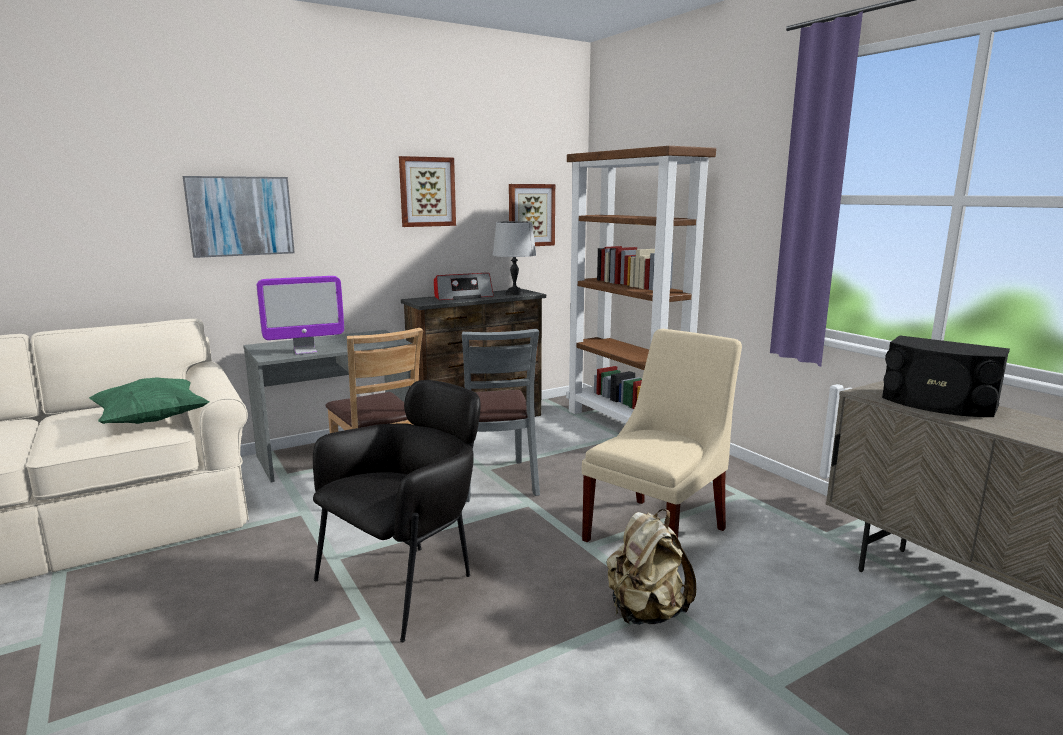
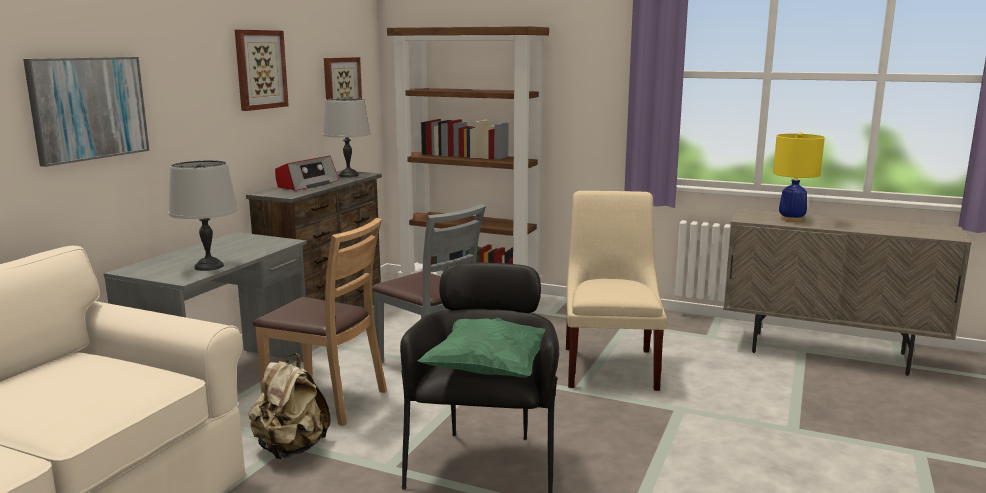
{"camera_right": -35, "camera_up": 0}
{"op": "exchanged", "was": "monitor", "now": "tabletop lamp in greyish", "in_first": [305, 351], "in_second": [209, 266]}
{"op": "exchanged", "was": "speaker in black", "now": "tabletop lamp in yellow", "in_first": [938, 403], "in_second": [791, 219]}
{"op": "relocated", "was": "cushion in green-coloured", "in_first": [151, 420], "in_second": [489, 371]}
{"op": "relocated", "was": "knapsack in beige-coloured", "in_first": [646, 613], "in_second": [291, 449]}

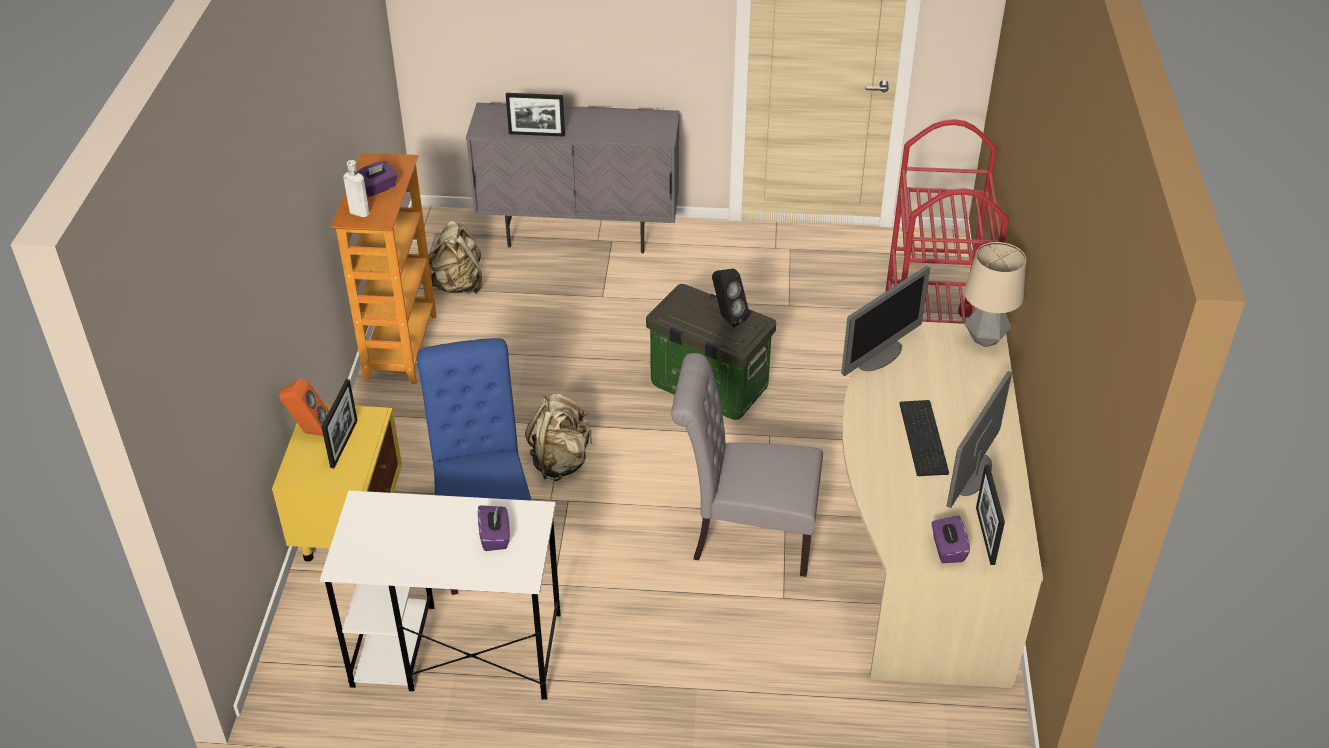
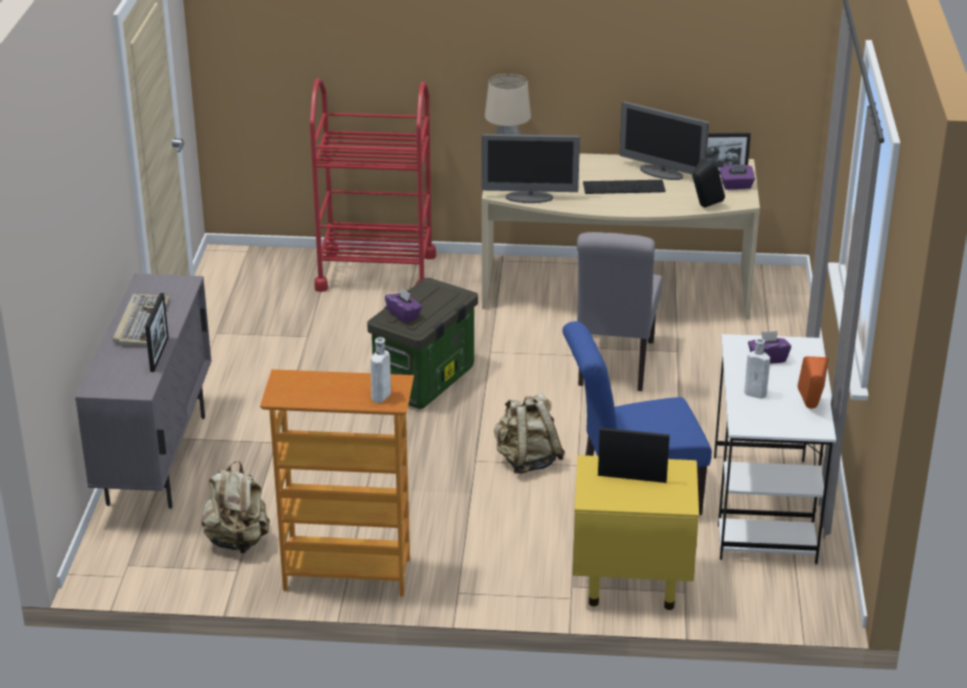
{"camera_right": -90, "camera_up": -10}
{"op": "relocated", "was": "box of tissues in purplish", "in_first": [378, 188], "in_second": [404, 315]}
{"op": "spun", "was": "monitor", "in_first": [880, 356], "in_second": [529, 198], "clockwise": 135}
{"op": "relocated", "was": "speaker in black", "in_first": [727, 318], "in_second": [704, 207]}
{"op": "relocated", "was": "speaker in orange-coloured", "in_first": [310, 432], "in_second": [810, 407]}
{"op": "appeared", "now": "keyboard", "in_second": [141, 322]}
{"op": "appeared", "now": "bottle in white-coloured", "in_second": [757, 394]}

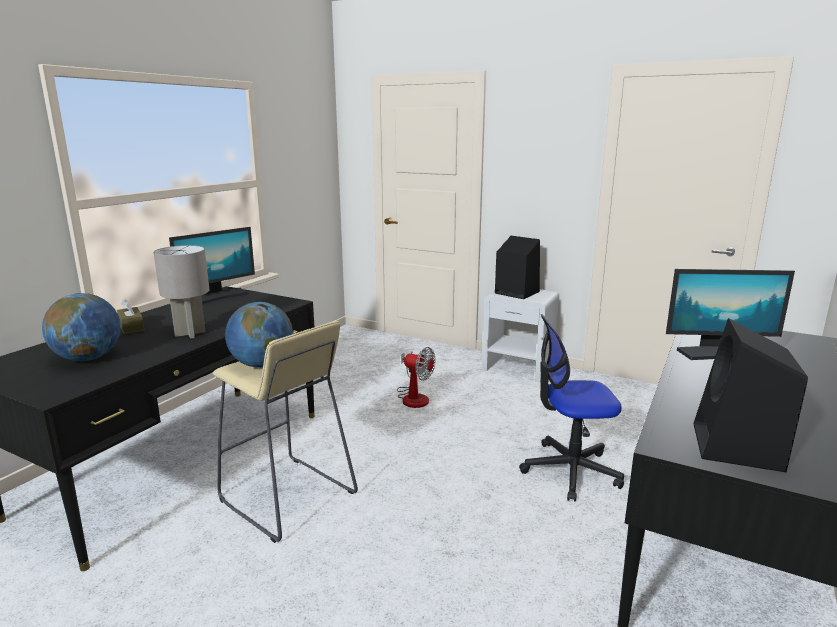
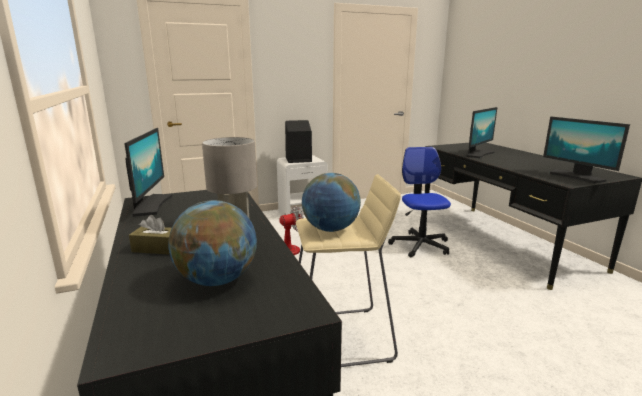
{"camera_right": -50, "camera_up": 0}
{"op": "spun", "was": "office chair", "in_first": [570, 470], "in_second": [420, 245], "clockwise": 135}
{"op": "exchanged", "was": "speaker in black", "now": "monitor", "in_first": [738, 448], "in_second": [576, 176]}

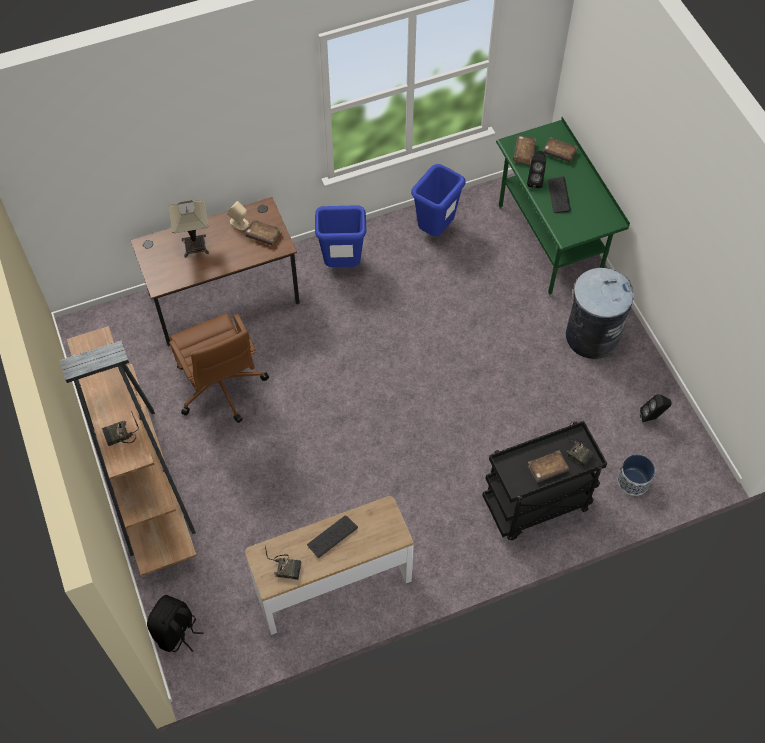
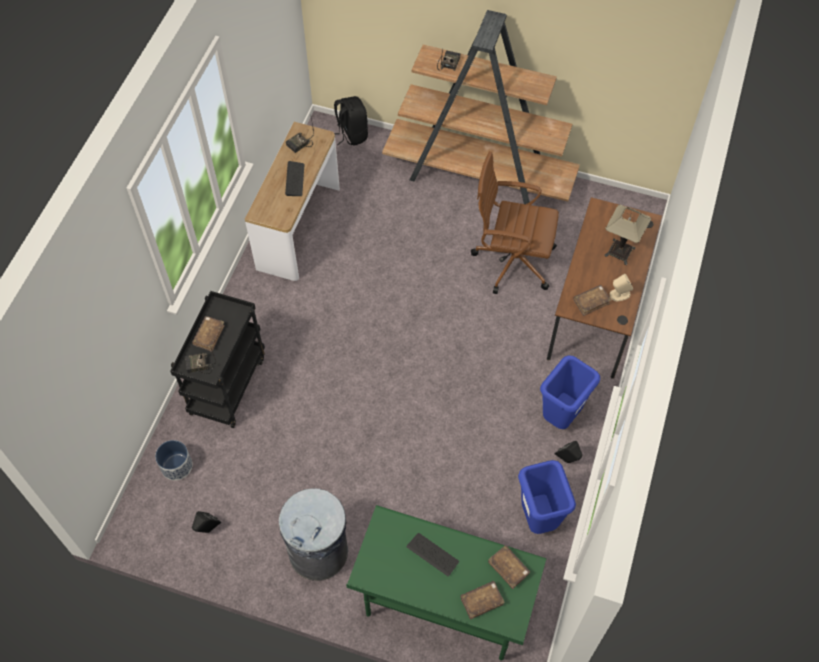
{"camera_right": 130, "camera_up": 0}
{"op": "relocated", "was": "speaker in black", "in_first": [535, 180], "in_second": [567, 460]}

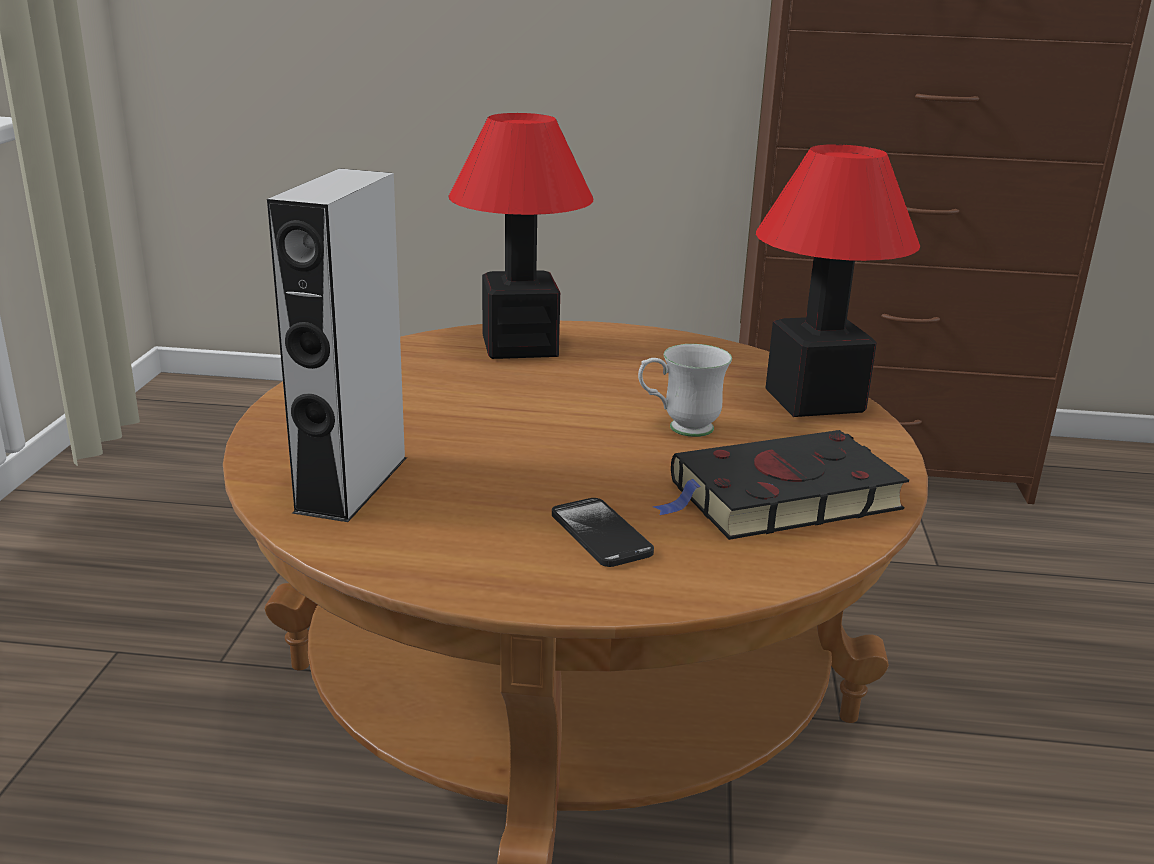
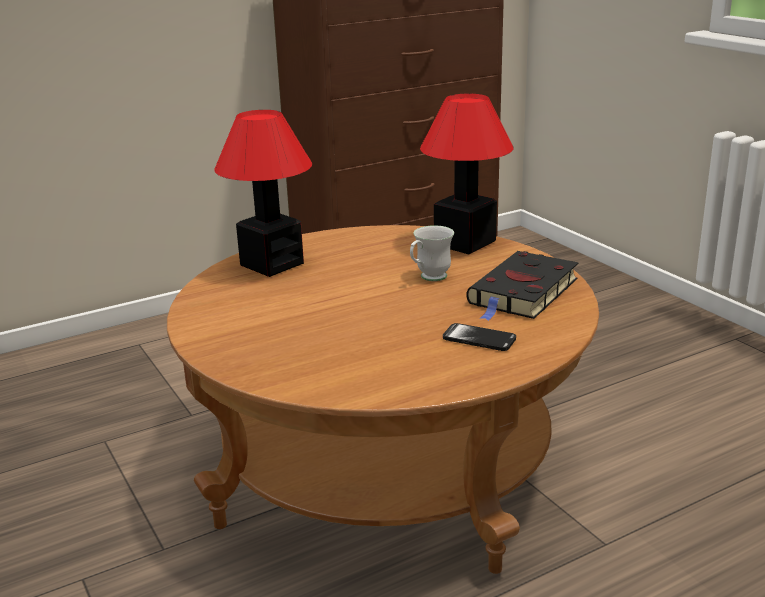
{"camera_right": -35, "camera_up": 0}
{"op": "missing", "was": "speaker in greyish", "in_first": [352, 484]}

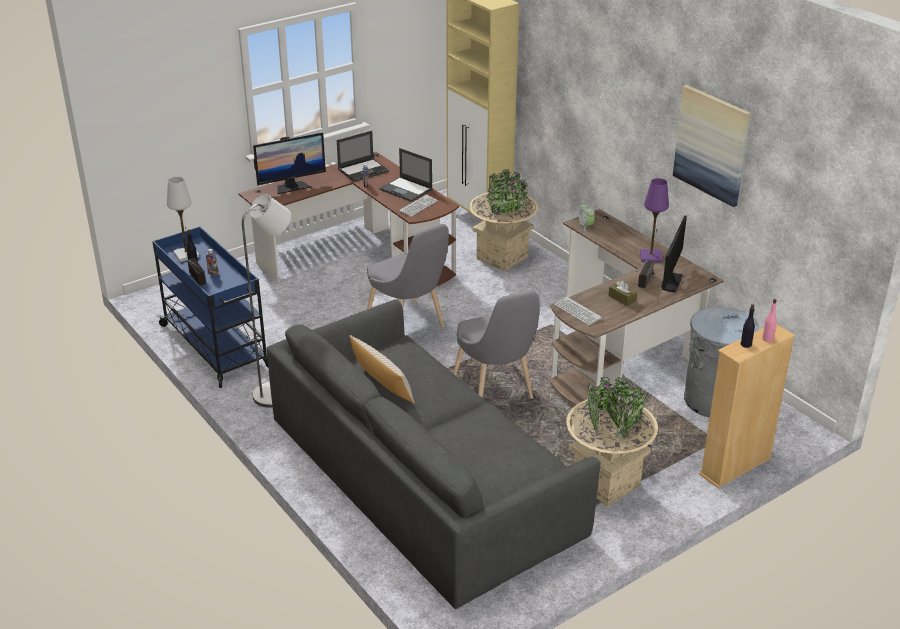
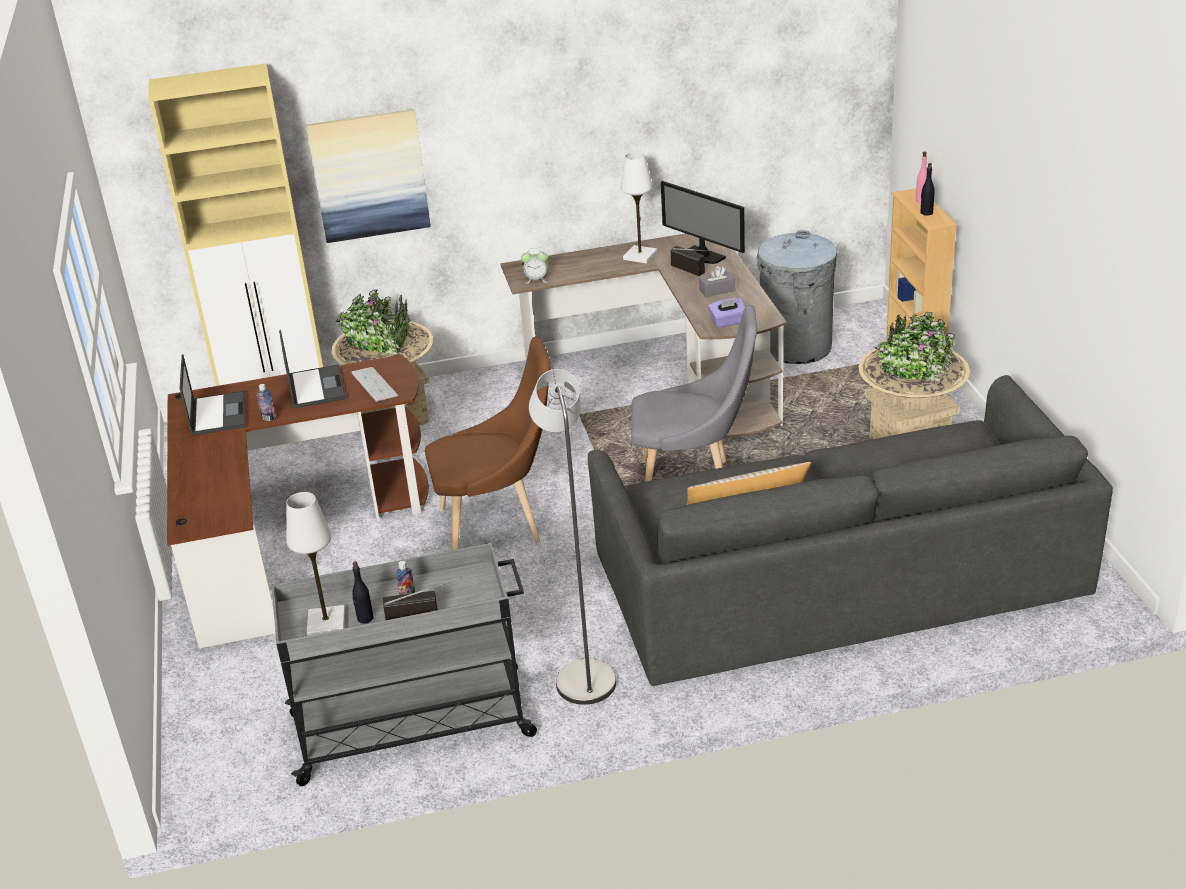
{"camera_right": -65, "camera_up": 0}
{"op": "relocated", "was": "picture", "in_first": [712, 145], "in_second": [369, 175]}
{"op": "missing", "was": "monitor", "in_first": [291, 187]}
{"op": "spun", "was": "portable computer", "in_first": [406, 189], "in_second": [316, 387], "clockwise": -75}
{"op": "colour", "was": "tabletop lamp in purplish", "now": "tabletop lamp in white-coloured", "in_first": [651, 257], "in_second": [640, 256]}
{"op": "colour", "was": "upright chair in greyish", "now": "upright chair in brown", "in_first": [408, 325], "in_second": [498, 526]}
{"op": "colour", "was": "wheeled cart in bluish", "now": "wheeled cart in greyish", "in_first": [216, 347], "in_second": [415, 726]}
{"op": "colour", "was": "box of tissues in brown", "now": "box of tissues in greyish", "in_first": [622, 298], "in_second": [717, 290]}
{"op": "exchanged", "was": "keyboard", "now": "box of tissues in purplish", "in_first": [577, 312], "in_second": [728, 322]}

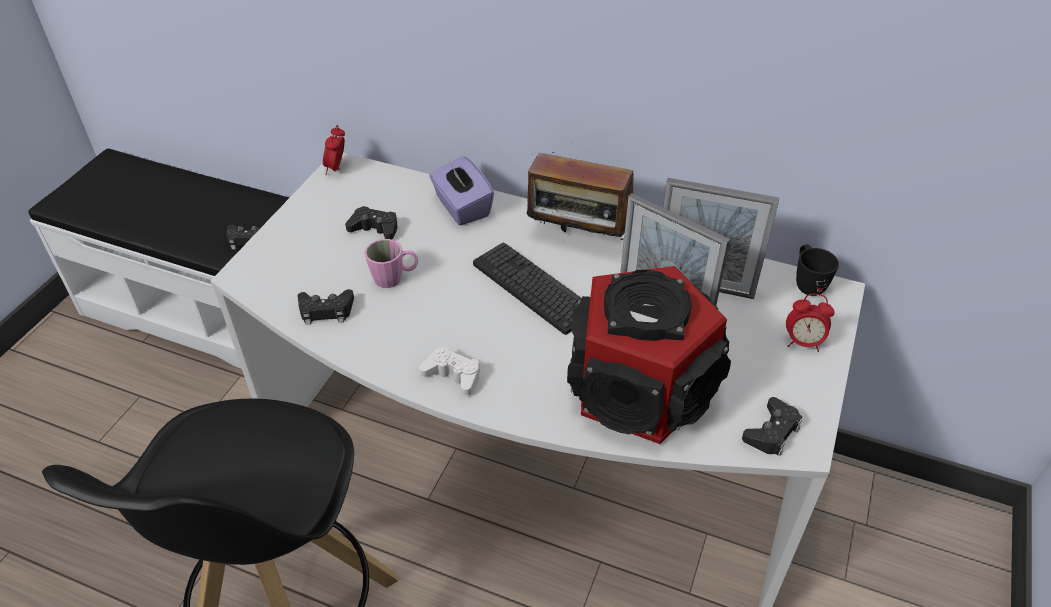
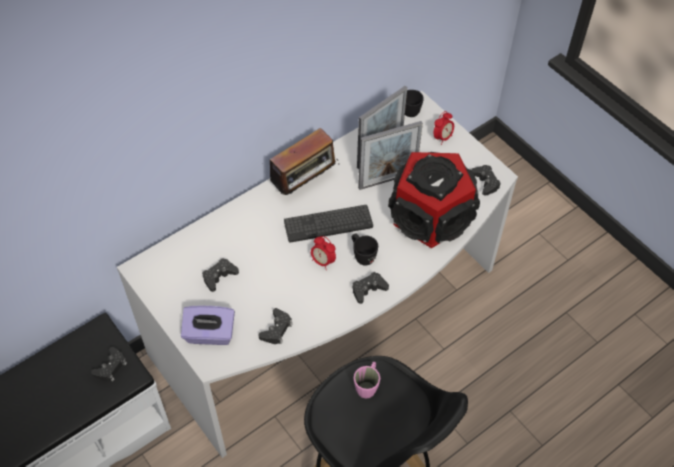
{"camera_right": -60, "camera_up": 10}
{"op": "relocated", "was": "alarm clock", "in_first": [337, 168], "in_second": [323, 261]}
{"op": "relocated", "was": "box of tissues in purplish", "in_first": [462, 207], "in_second": [210, 334]}
{"op": "relocated", "was": "mug in pink-coloured", "in_first": [394, 278], "in_second": [367, 385]}
{"op": "colour", "was": "gamepad in white-coloured", "now": "gamepad in black", "in_first": [453, 375], "in_second": [368, 289]}
{"op": "appeared", "now": "mug in black", "in_second": [362, 256]}

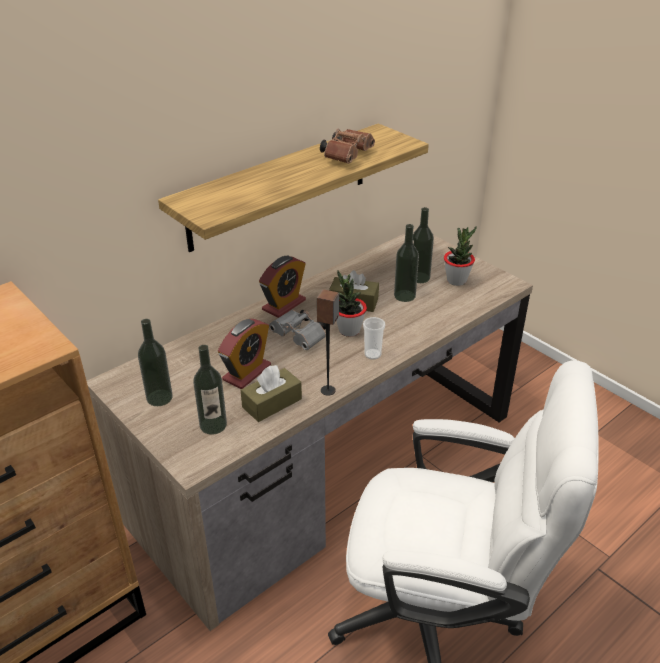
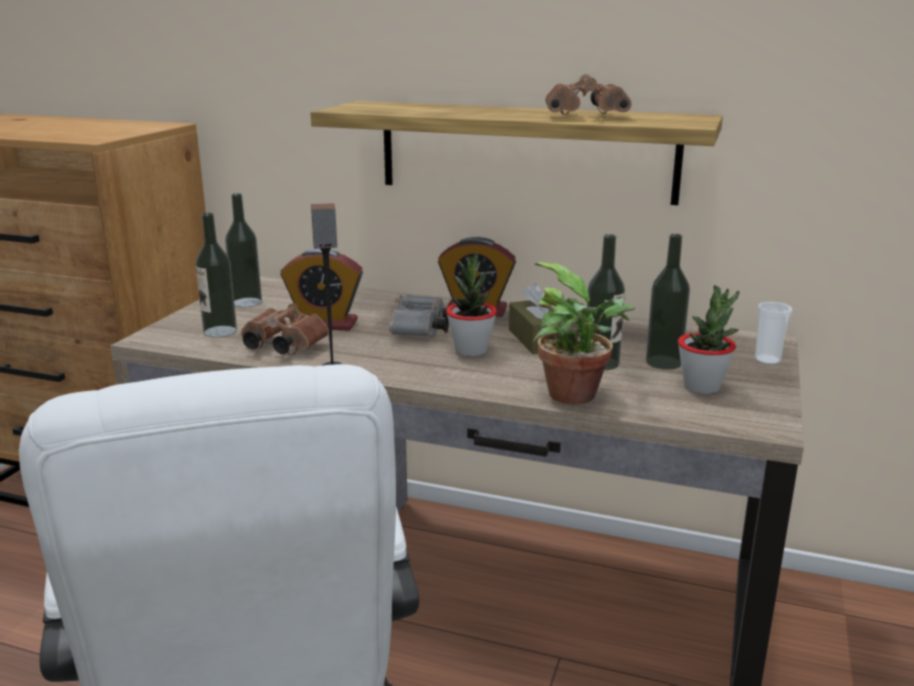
{"camera_right": 60, "camera_up": -15}
{"op": "relocated", "was": "cup", "in_first": [372, 354], "in_second": [767, 360]}
{"op": "exchanged", "was": "box of tissues in brown", "now": "binoculars in brown", "in_first": [272, 403], "in_second": [281, 346]}
{"op": "appeared", "now": "potted plant", "in_second": [578, 396]}

